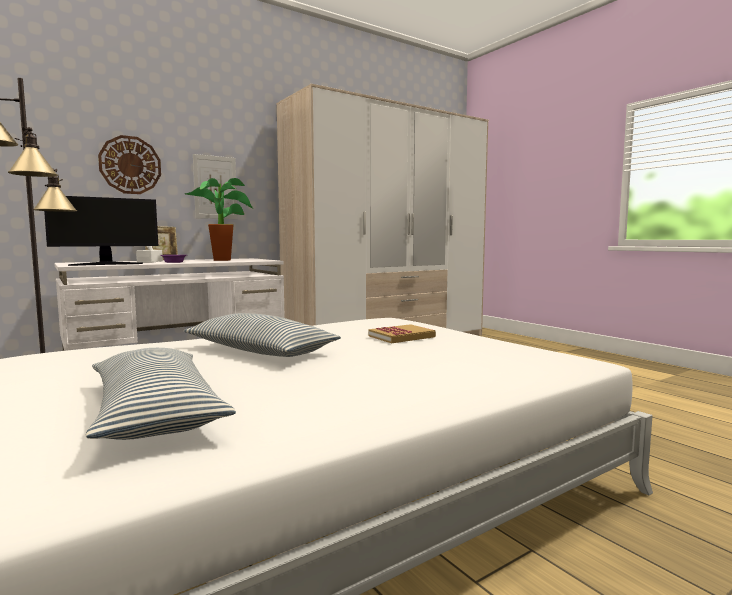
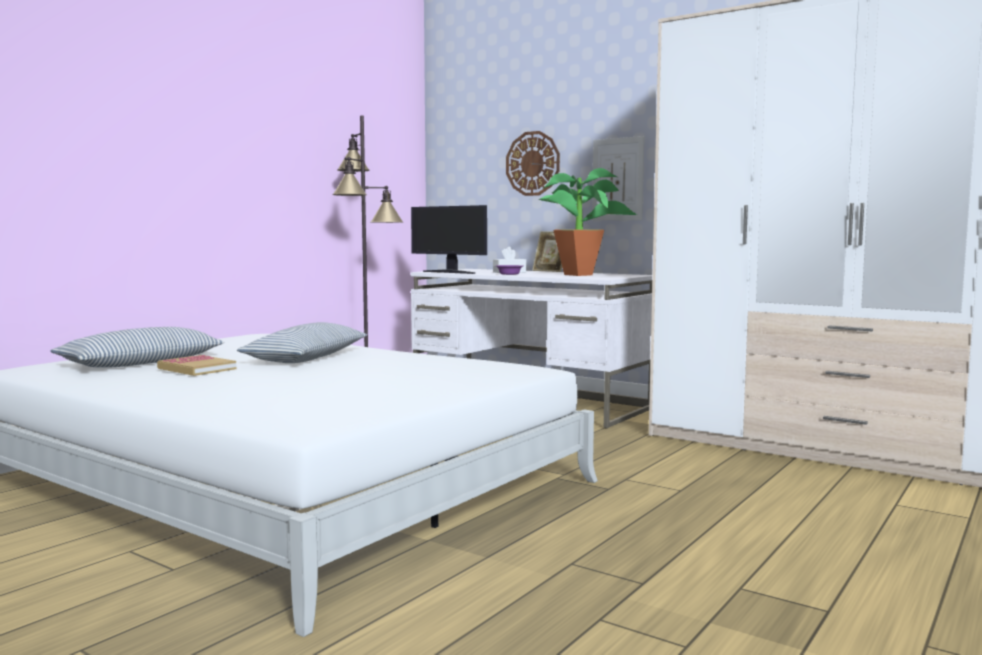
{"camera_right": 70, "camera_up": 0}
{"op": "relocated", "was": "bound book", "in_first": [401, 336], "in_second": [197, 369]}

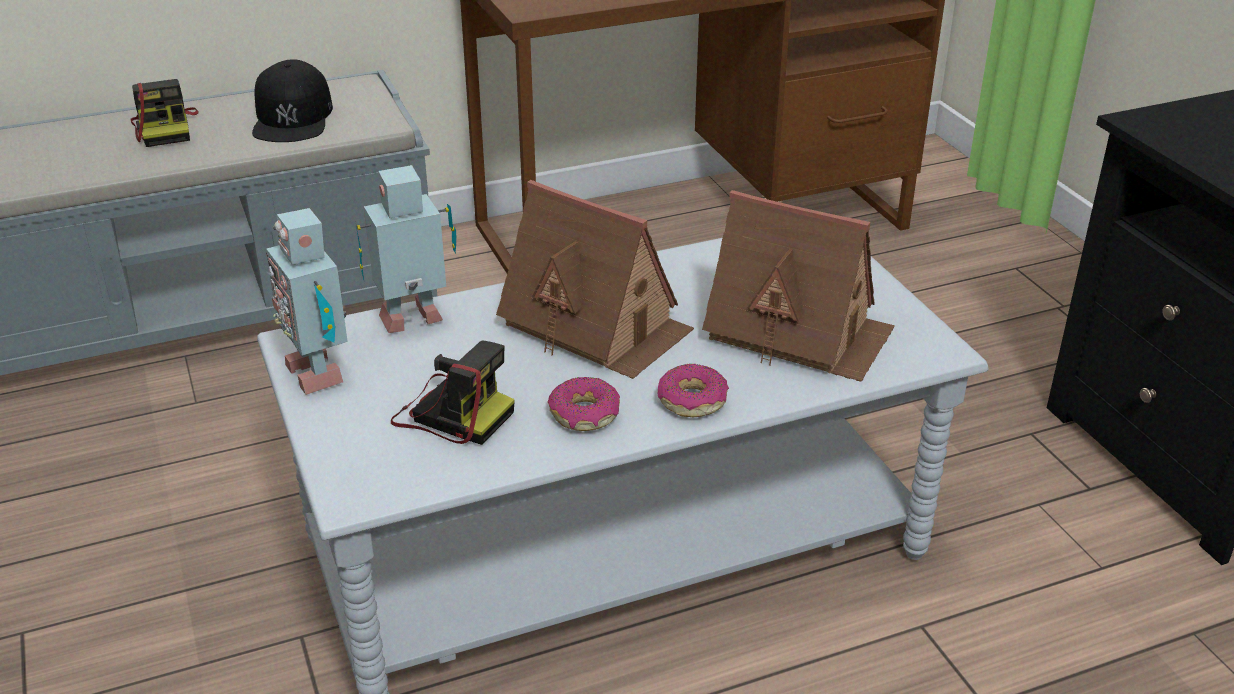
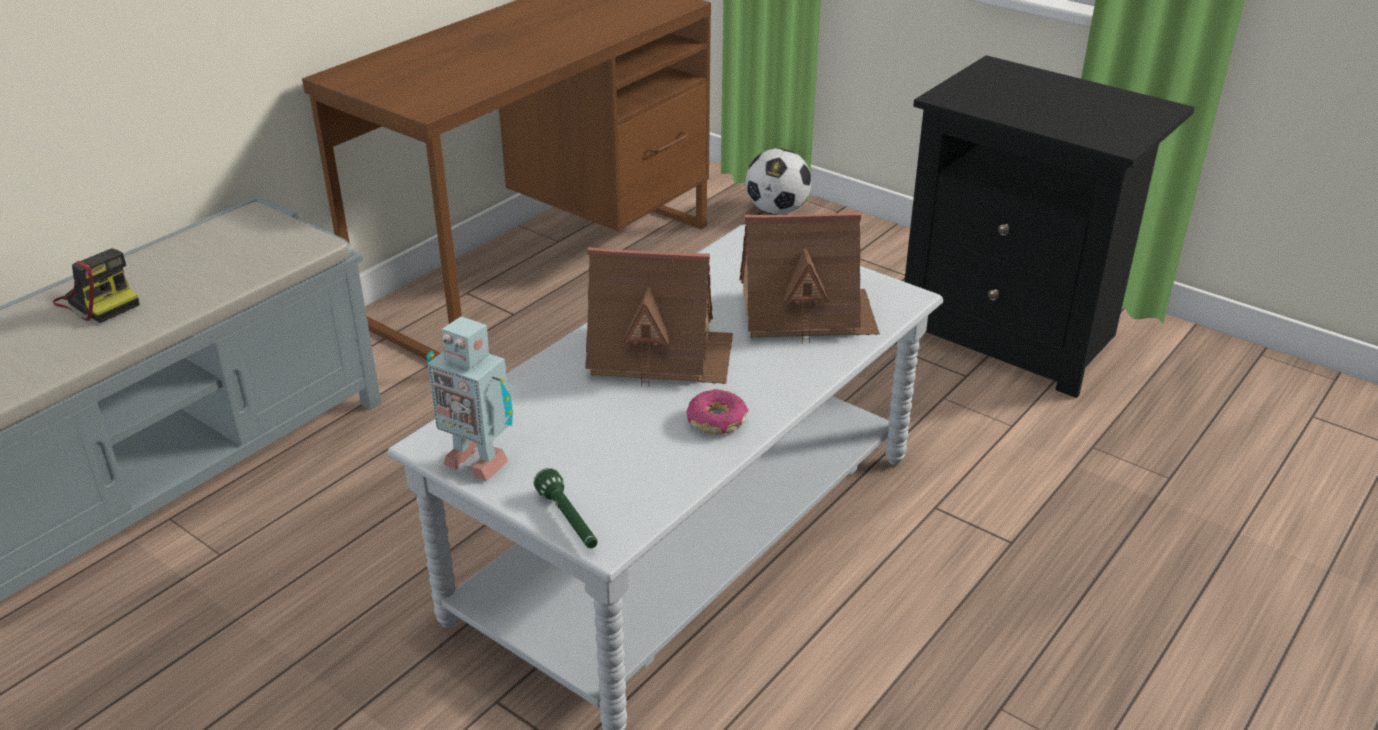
{"camera_right": -30, "camera_up": 0}
{"op": "missing", "was": "peaked cap in black", "in_first": [293, 117]}
{"op": "missing", "was": "toy robot", "in_first": [414, 322]}
{"op": "missing", "was": "still camera", "in_first": [452, 413]}
{"op": "missing", "was": "donut", "in_first": [692, 401]}
{"op": "appeared", "now": "ball for football", "in_second": [777, 211]}
{"op": "appeared", "now": "torch in green-coloured", "in_second": [569, 521]}

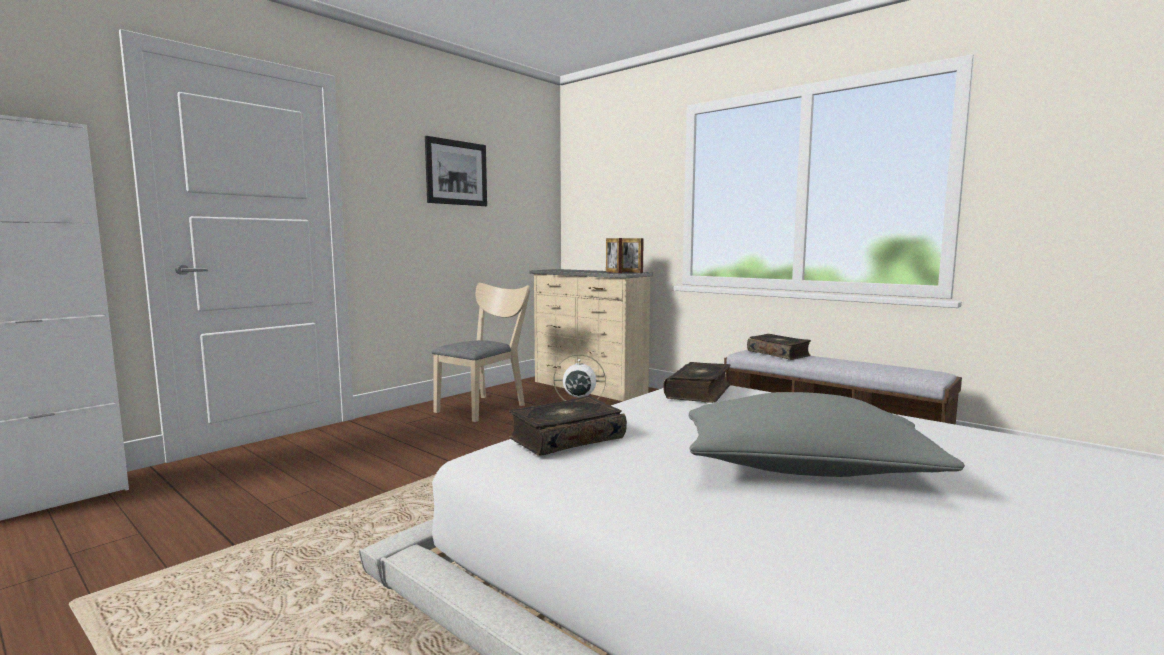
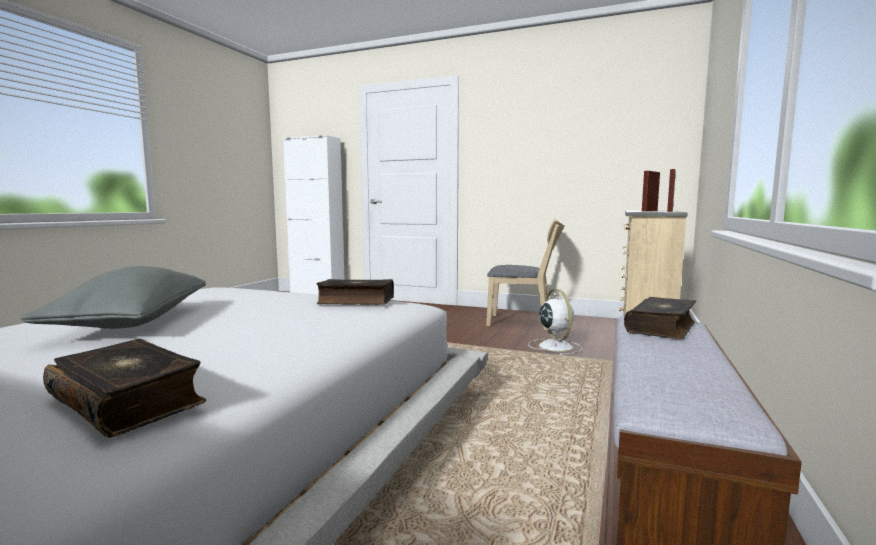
{"camera_right": 70, "camera_up": 0}
{"op": "missing", "was": "picture", "in_first": [456, 173]}
{"op": "relocated", "was": "bound book", "in_first": [566, 438], "in_second": [129, 401]}

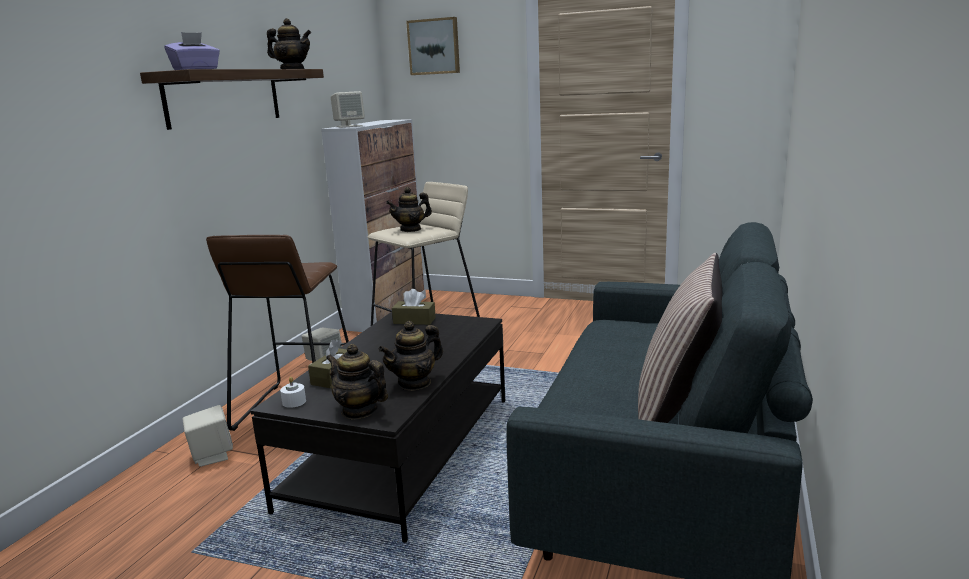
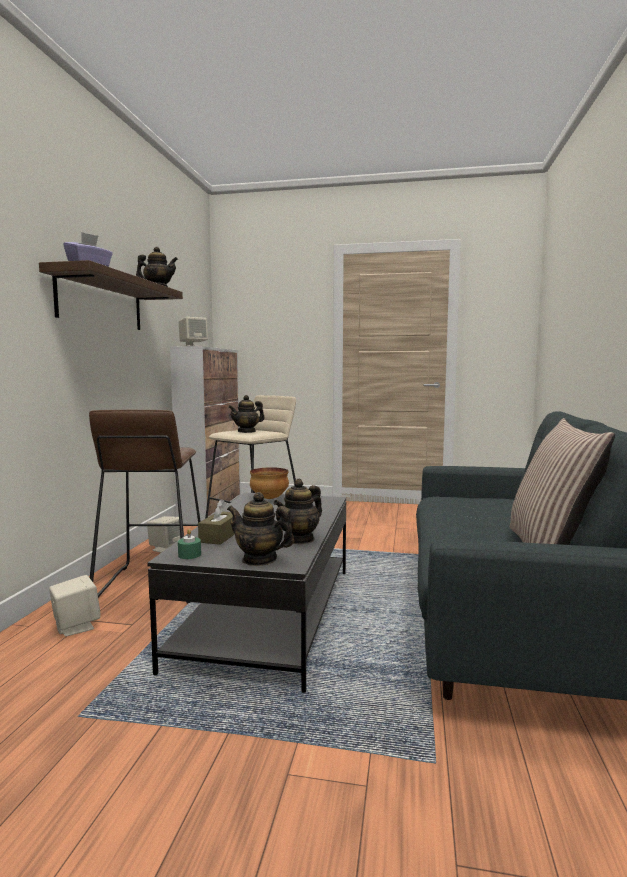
{"camera_right": -10, "camera_up": -10}
{"op": "missing", "was": "picture", "in_first": [434, 46]}
{"op": "exchanged", "was": "box of tissues in brown", "now": "serving bowl", "in_first": [414, 320], "in_second": [269, 498]}
{"op": "colour", "was": "wax candle in white-coloured", "now": "wax candle in green-coloured", "in_first": [294, 402], "in_second": [189, 555]}

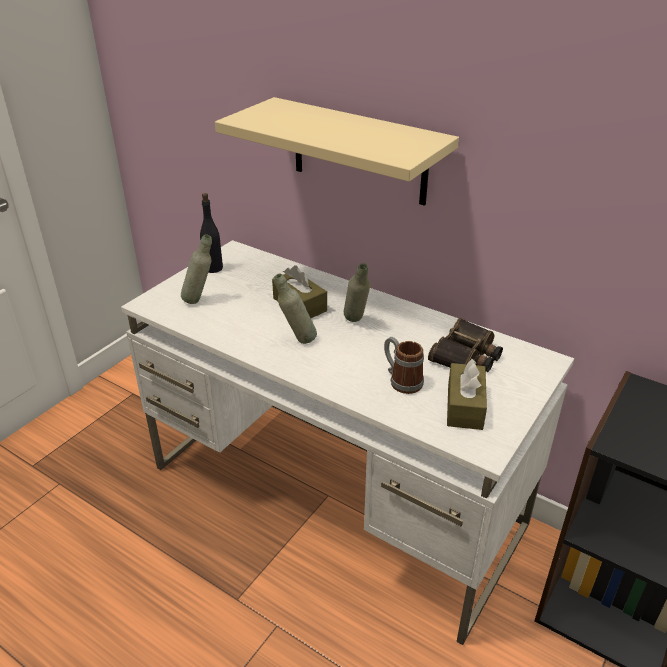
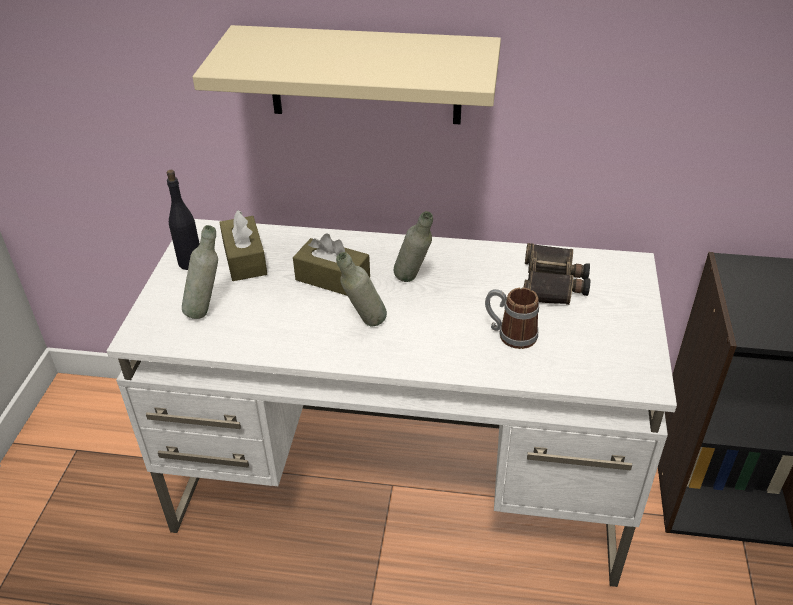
{"camera_right": -25, "camera_up": 5}
{"op": "relocated", "was": "box of tissues in brown", "in_first": [464, 406], "in_second": [245, 259]}

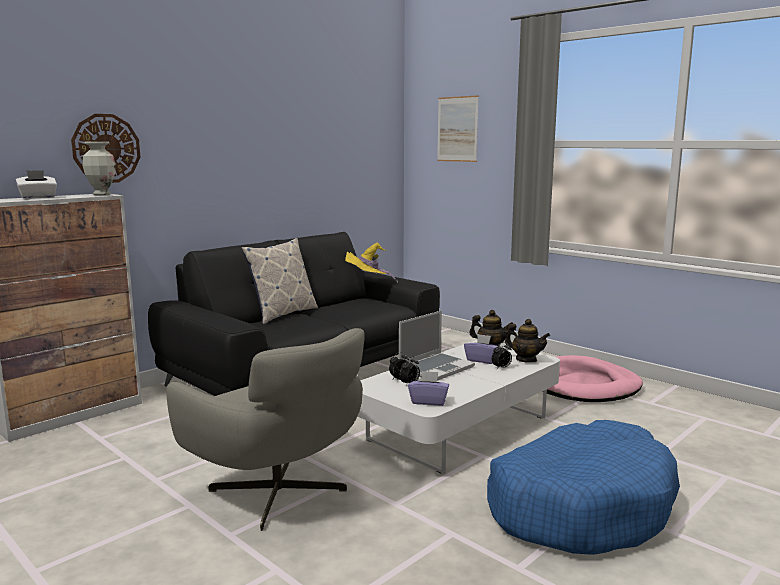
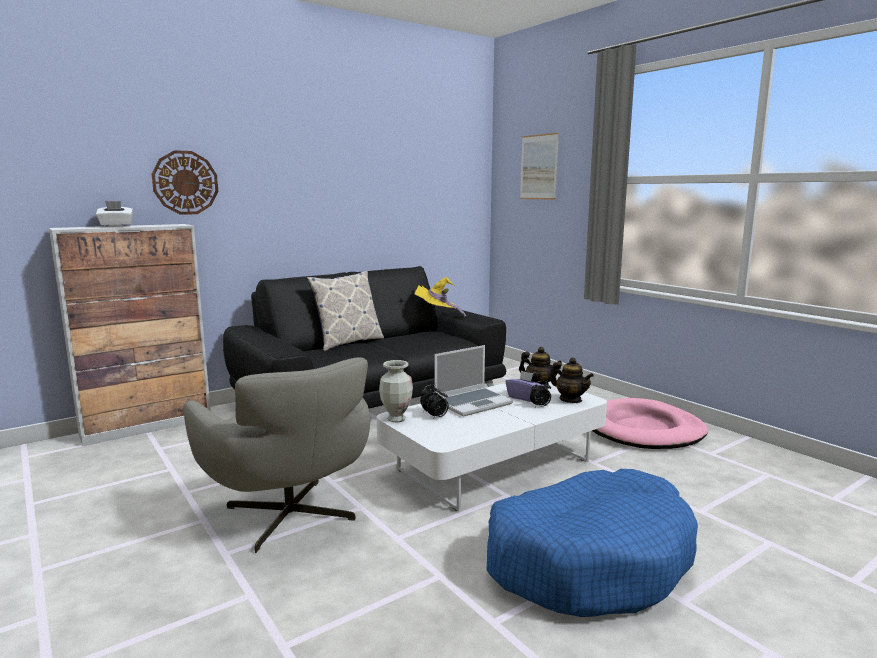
{"camera_right": 10, "camera_up": 0}
{"op": "relocated", "was": "decorative vase", "in_first": [101, 194], "in_second": [396, 419]}
{"op": "missing", "was": "box of tissues in purplish", "in_first": [428, 401]}

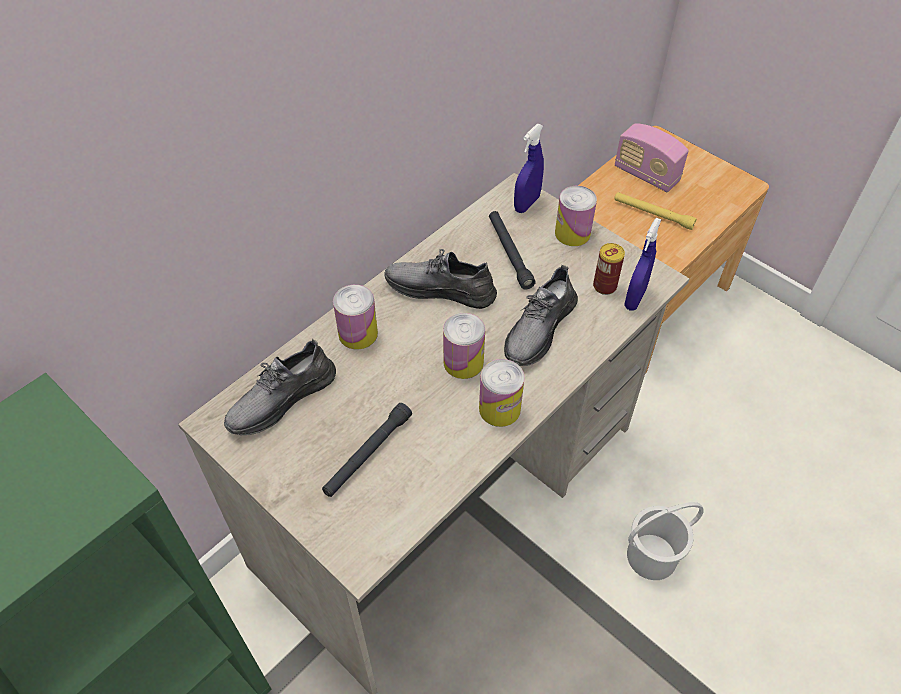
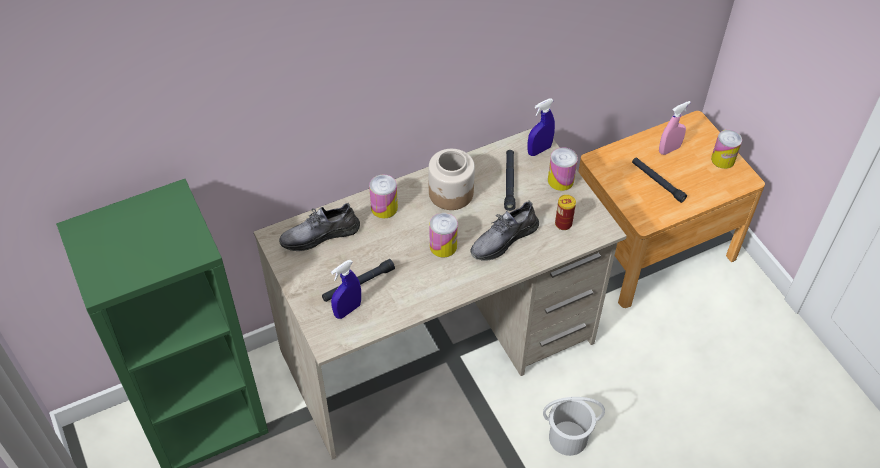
{"camera_right": 20, "camera_up": 0}
{"op": "exchanged", "was": "radio receiver", "now": "spray bottle in pink-coloured", "in_first": [646, 175], "in_second": [669, 149]}
{"op": "colour", "was": "torch in yellow", "now": "torch in black", "in_first": [653, 214], "in_second": [657, 182]}
{"op": "relocated", "was": "spray bottle in bluish", "in_first": [635, 298], "in_second": [347, 310]}
{"op": "exchanged", "was": "low shoe in greyish", "now": "storage jar", "in_first": [440, 289], "in_second": [451, 193]}
{"op": "relocated", "was": "metal can", "in_first": [499, 409], "in_second": [723, 159]}

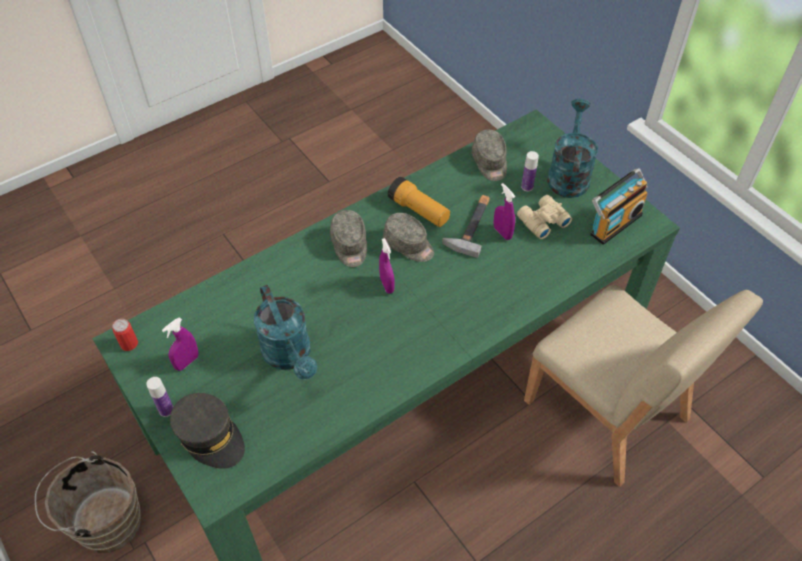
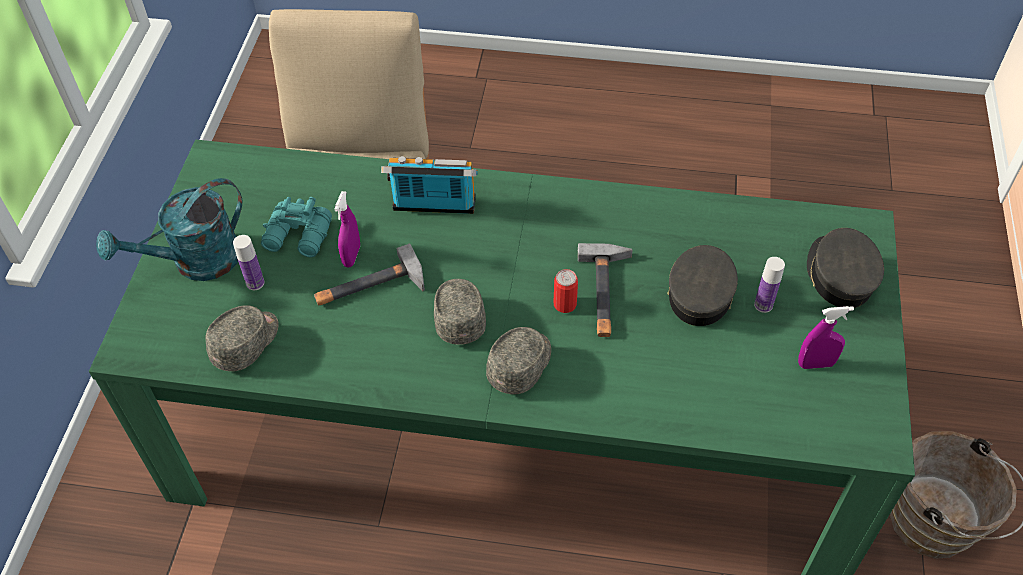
{"camera_right": -135, "camera_up": 0}
{"op": "relocated", "was": "radio receiver", "in_first": [613, 223], "in_second": [433, 207]}
{"op": "missing", "was": "torch", "in_first": [419, 211]}
{"op": "colour", "was": "binoculars in beige-coloured", "now": "binoculars in turquoise-coloured", "in_first": [541, 221], "in_second": [299, 237]}
{"op": "missing", "was": "spray bottle in purplish", "in_first": [387, 285]}
{"op": "exchanged", "was": "watering can in turquoise-coloured", "now": "peaked cap in greyish", "in_first": [290, 356], "in_second": [700, 293]}
{"op": "relocated", "was": "metal can", "in_first": [129, 344], "in_second": [565, 304]}
{"op": "relocated", "was": "bottle", "in_first": [166, 410], "in_second": [763, 305]}
{"op": "appeared", "now": "hammer", "in_second": [605, 293]}

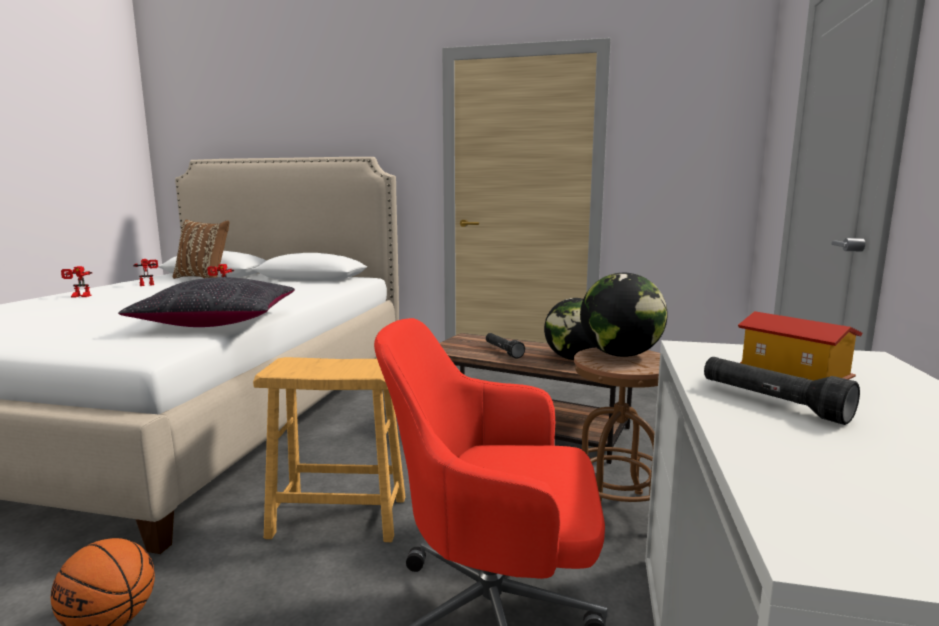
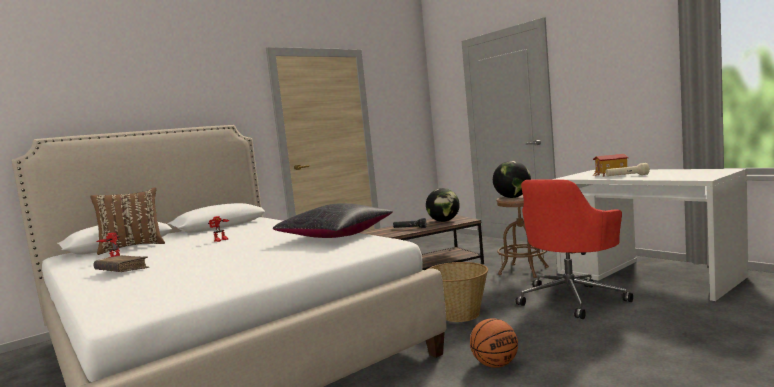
{"camera_right": -50, "camera_up": -5}
{"op": "exchanged", "was": "toy robot", "now": "bound book in brown", "in_first": [79, 296], "in_second": [122, 271]}
{"op": "exchanged", "was": "stool seat in brown", "now": "storage basket", "in_first": [339, 516], "in_second": [459, 314]}
{"op": "colour", "was": "torch in black", "now": "torch in beige-coloured", "in_first": [771, 403], "in_second": [627, 176]}

